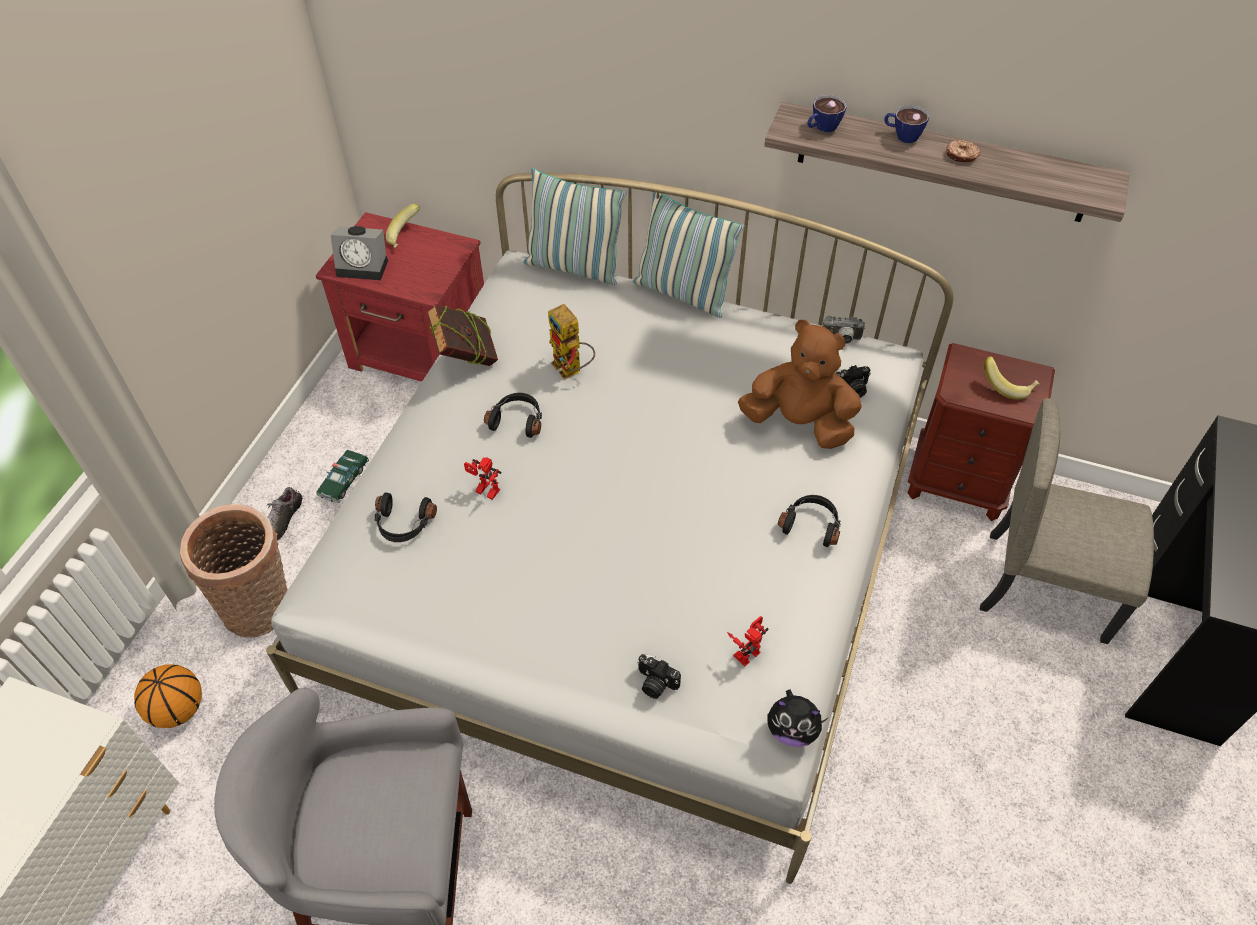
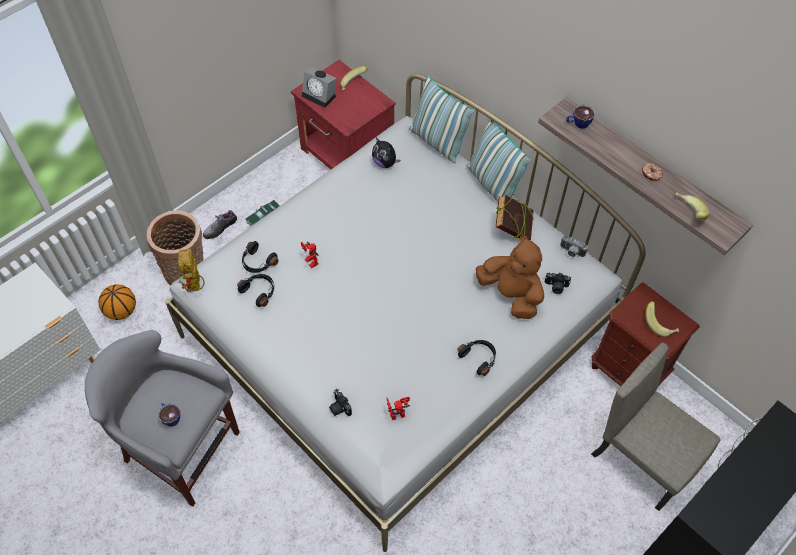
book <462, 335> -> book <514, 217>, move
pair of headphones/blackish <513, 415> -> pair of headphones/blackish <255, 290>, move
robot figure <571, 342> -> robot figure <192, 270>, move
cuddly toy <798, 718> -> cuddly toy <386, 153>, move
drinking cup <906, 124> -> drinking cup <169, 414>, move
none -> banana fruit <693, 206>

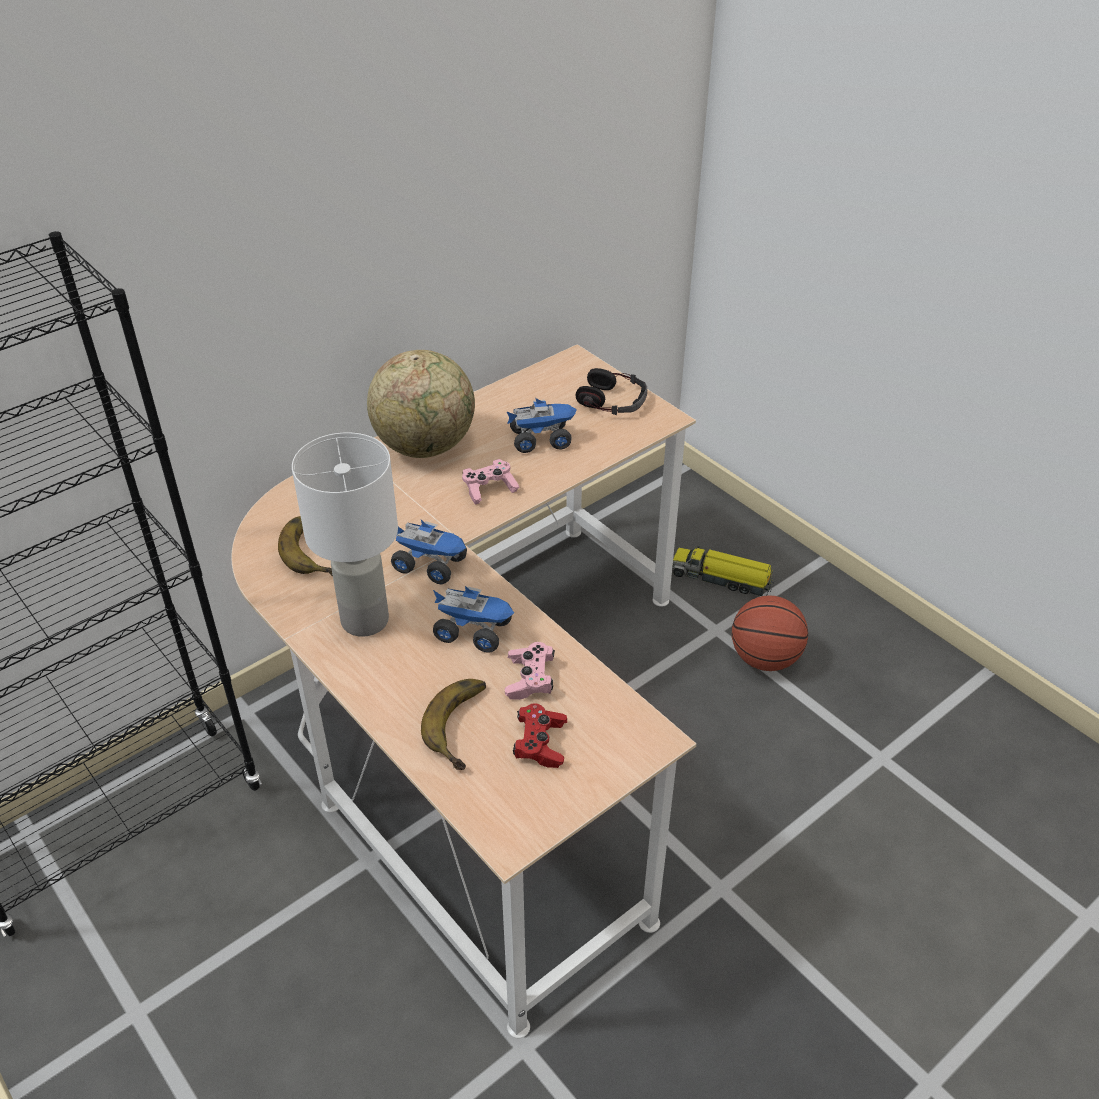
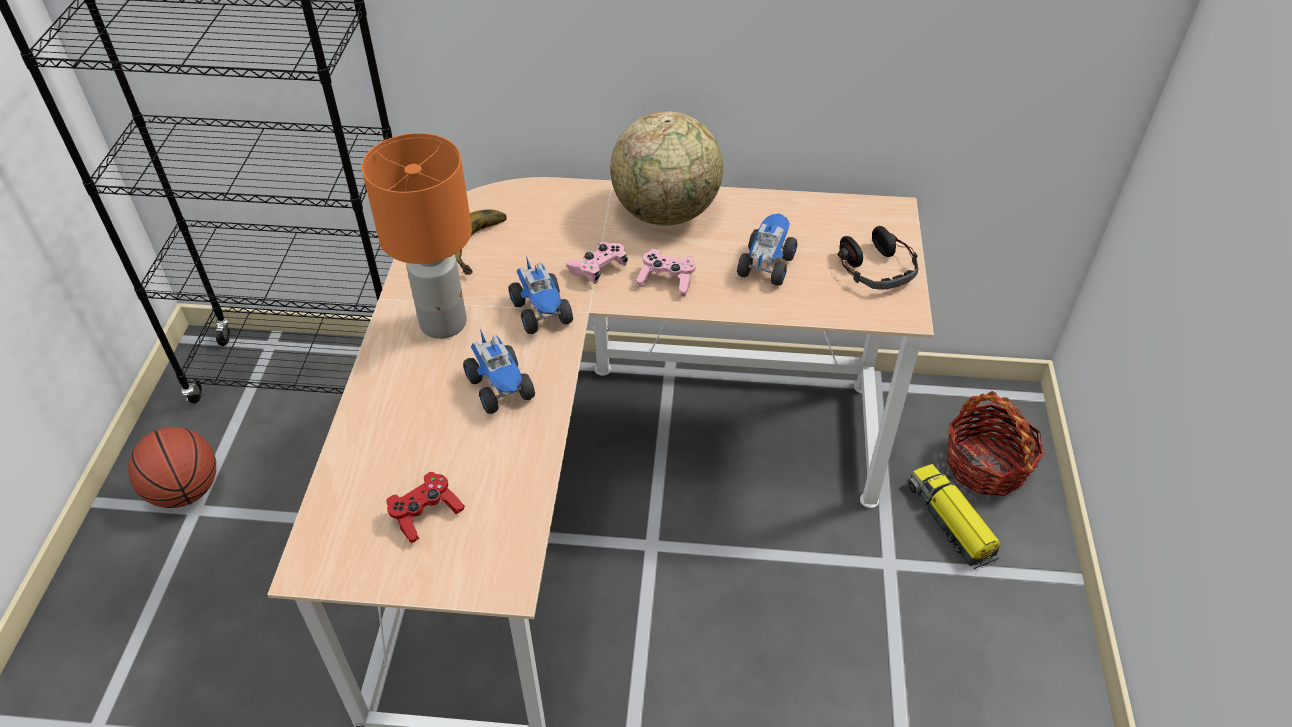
tabletop lamp/white-coloured <345, 535> -> tabletop lamp/orange <417, 236>
banana fruit <453, 724> -> none
joypad/pink <530, 671> -> joypad/pink <597, 262>, move
toy truck <541, 425> -> toy truck <767, 250>, 105 degrees counterclockwise
basketball ball <770, 633> -> basketball ball <172, 467>, move
none -> household basket <995, 443>

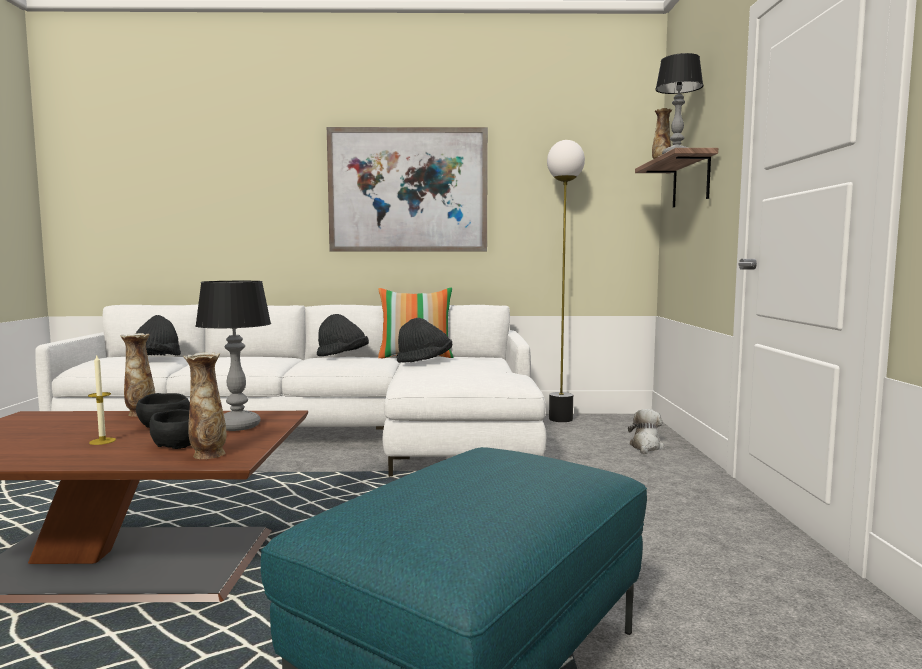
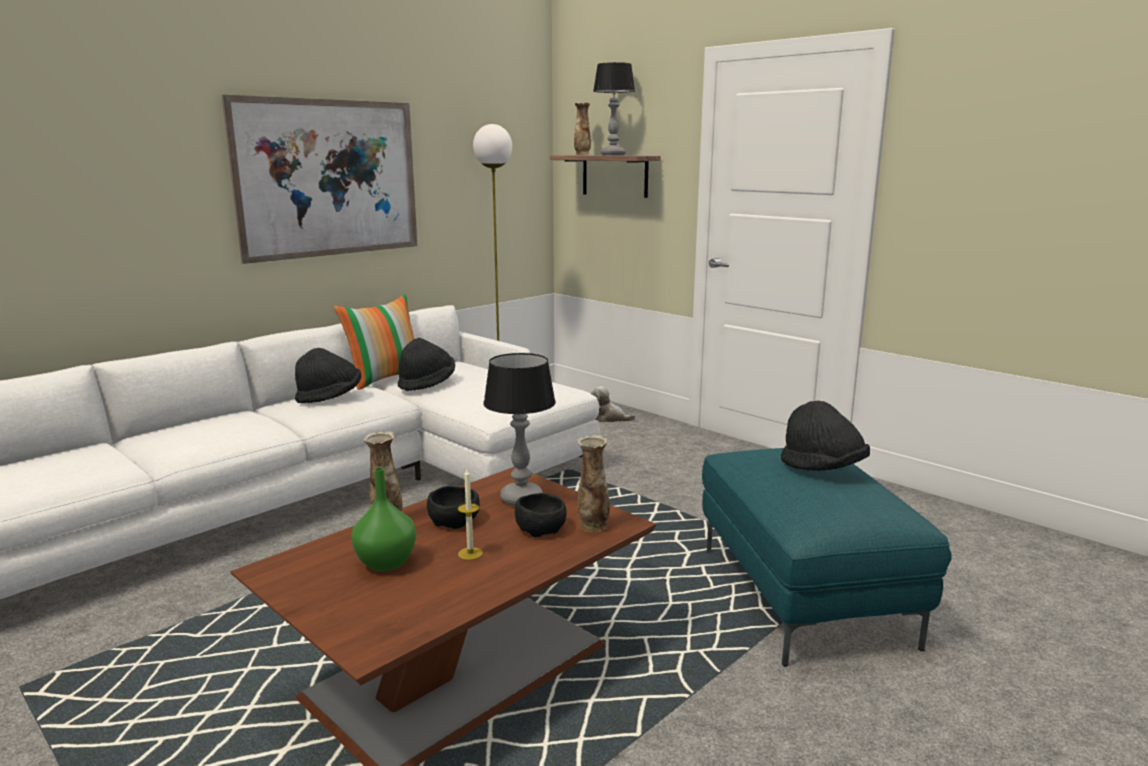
clothing hat/blackish <158, 335> -> clothing hat/blackish <825, 435>, move
cuddly toy <646, 431> -> cuddly toy <613, 404>, 45 degrees counterclockwise
none -> vase/green <384, 519>

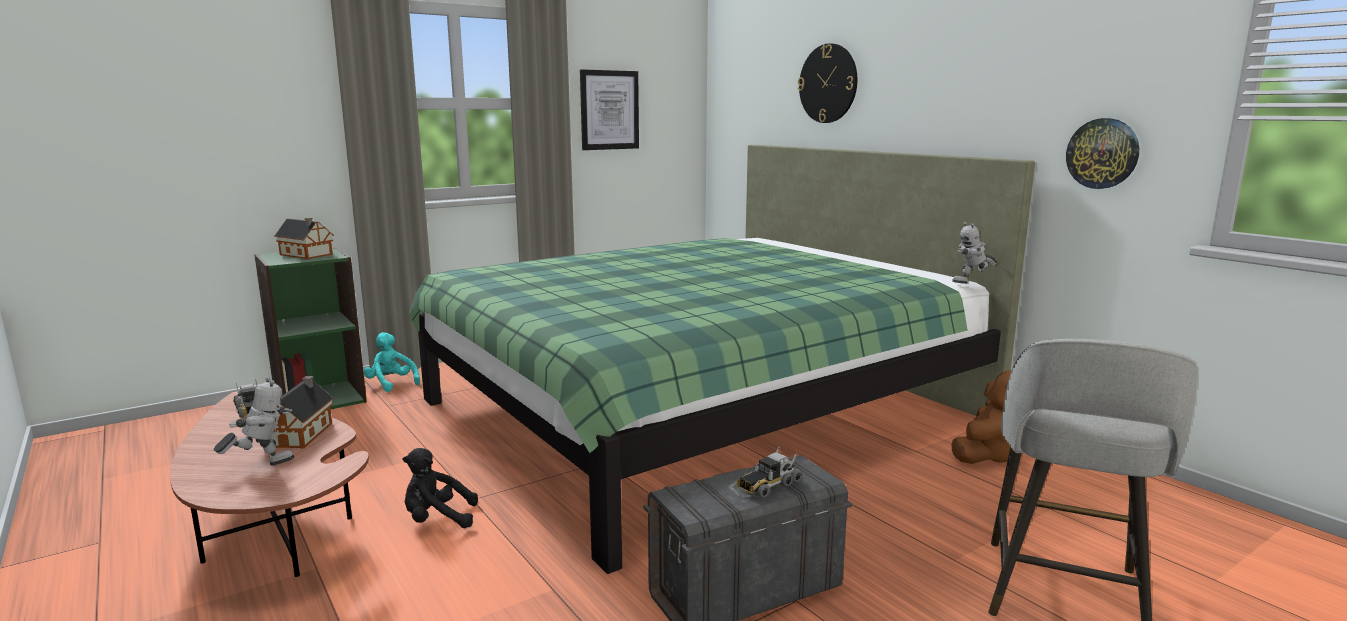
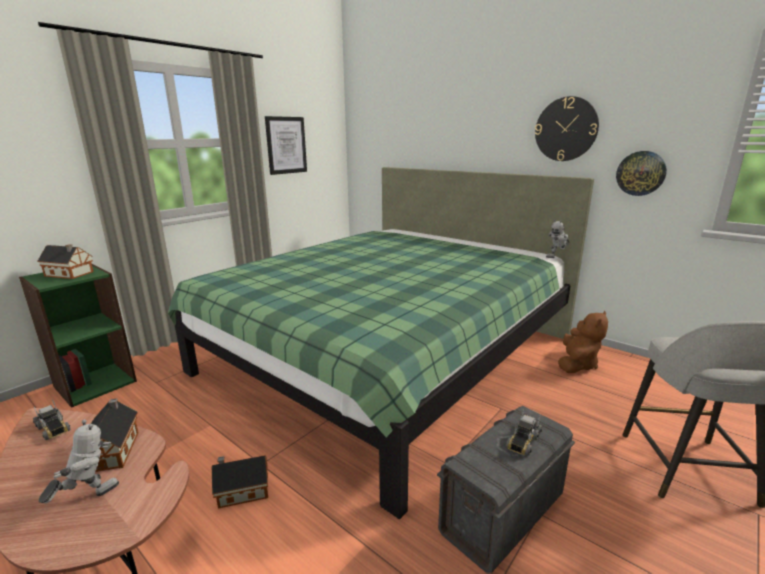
cuddly toy/blue-green <392, 362> -> none
cuddly toy/blackish <440, 488> -> model house <240, 482>
clock on the wall <827, 83> -> clock on the wall <567, 128>, move

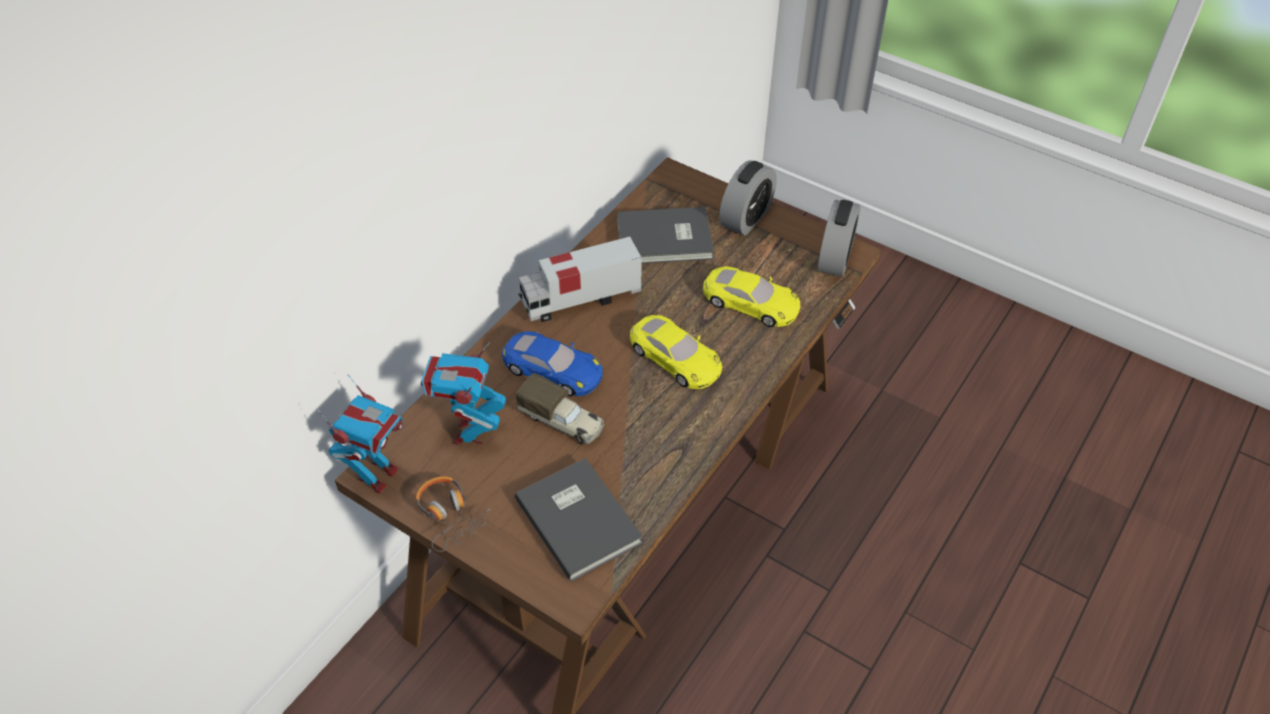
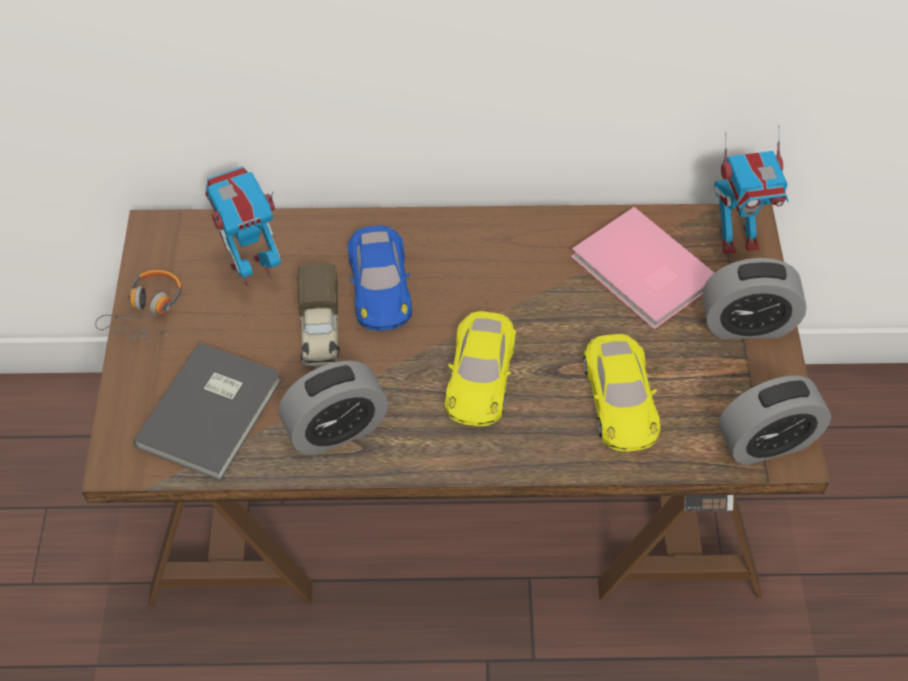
robot figure <360, 434> -> robot figure <751, 189>, move
toy truck <580, 279> -> none
book/greyish <665, 235> -> book/pink <642, 268>
none -> table clock <333, 408>

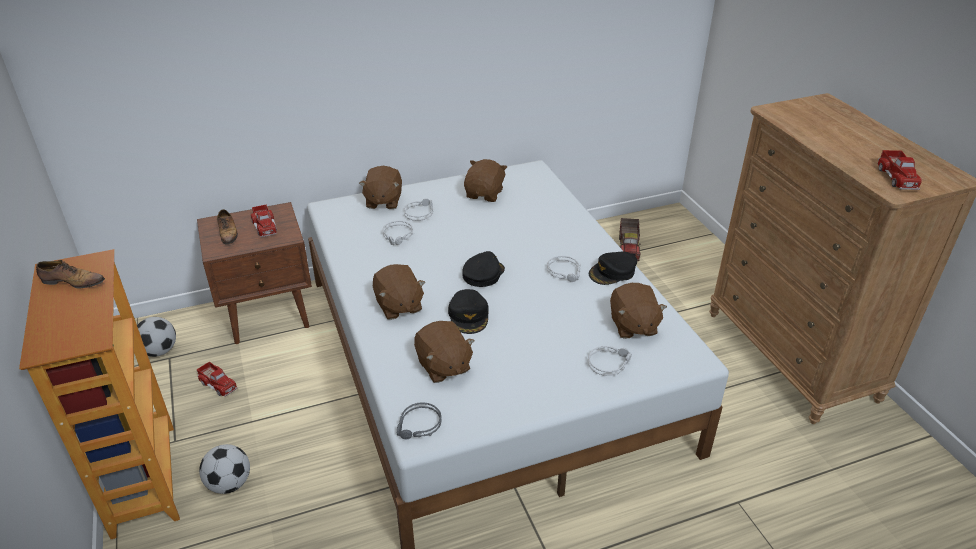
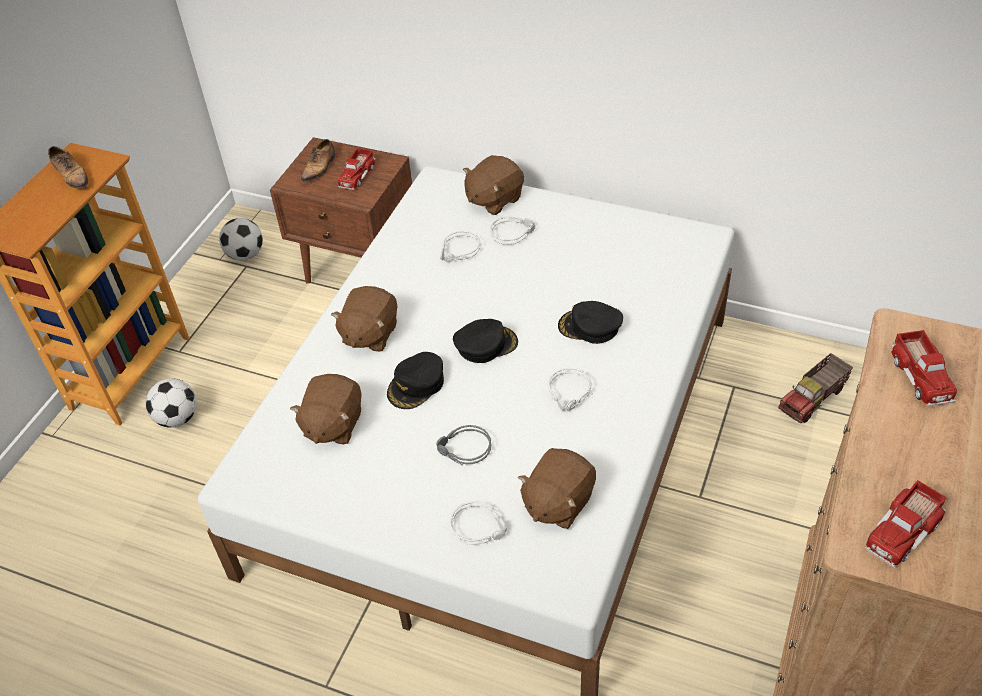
toy truck <217, 379> -> toy truck <924, 368>, move
pair of headphones/greyish <419, 421> -> pair of headphones/greyish <463, 445>, move
cuddly toy/brownish <485, 180> -> none
baseball cap/blackish <613, 268> -> baseball cap/blackish <590, 322>, move

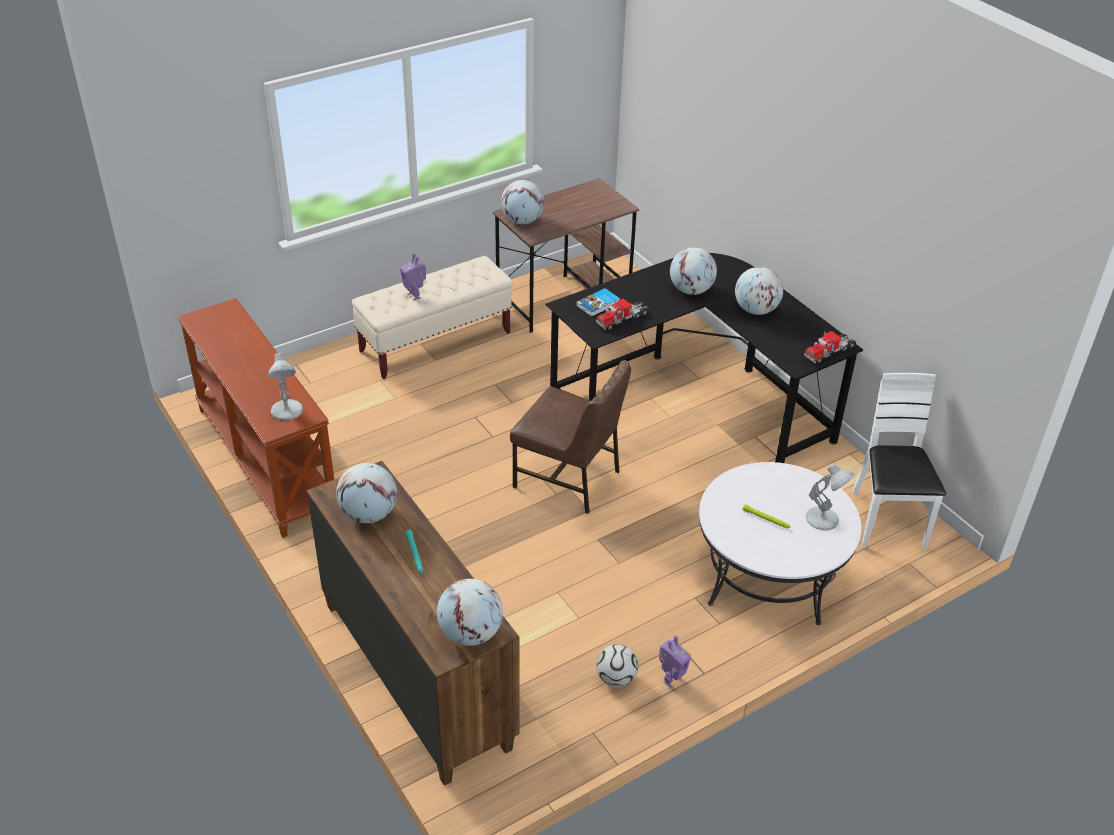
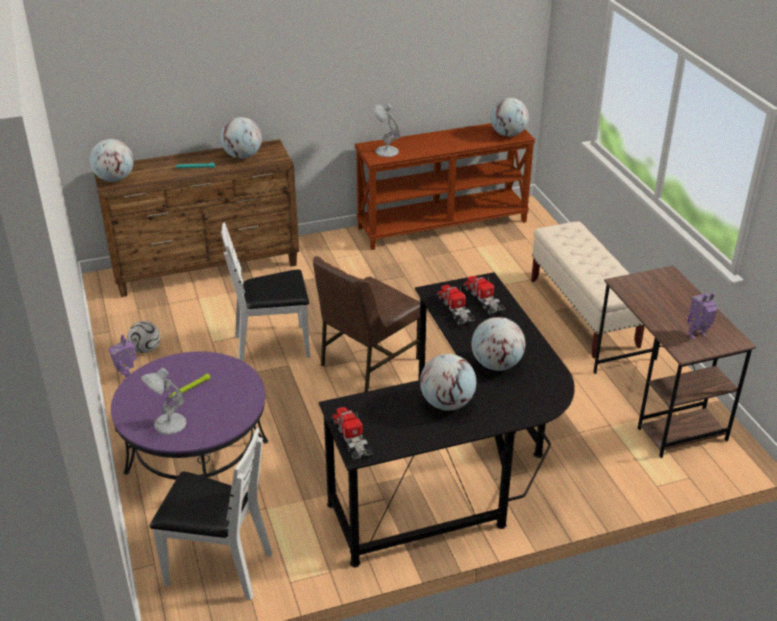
robot figure <413, 277> -> robot figure <702, 315>, move
world globe <522, 202> -> world globe <510, 117>, move
book <598, 302> -> toy truck <485, 296>
low table/white-coloured <780, 543> -> low table/purple <189, 416>
none -> plain chair/white-coloured <265, 292>

